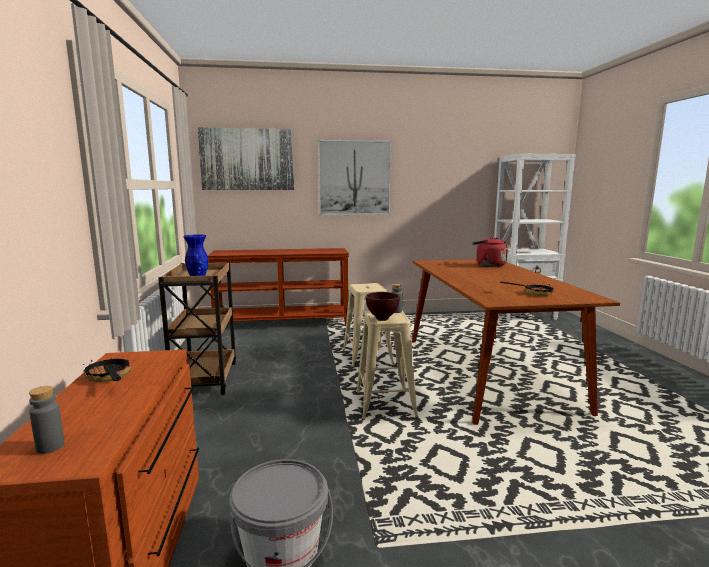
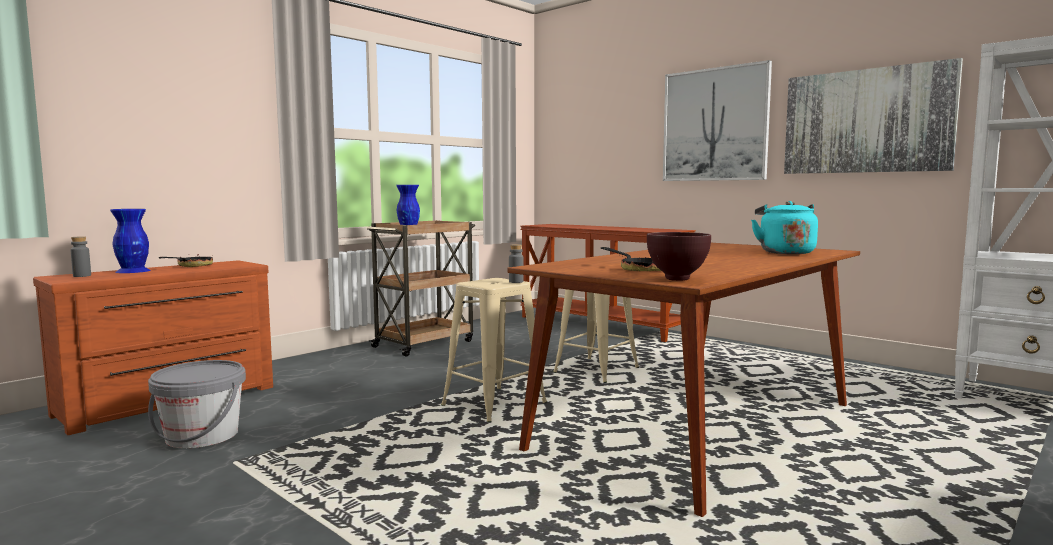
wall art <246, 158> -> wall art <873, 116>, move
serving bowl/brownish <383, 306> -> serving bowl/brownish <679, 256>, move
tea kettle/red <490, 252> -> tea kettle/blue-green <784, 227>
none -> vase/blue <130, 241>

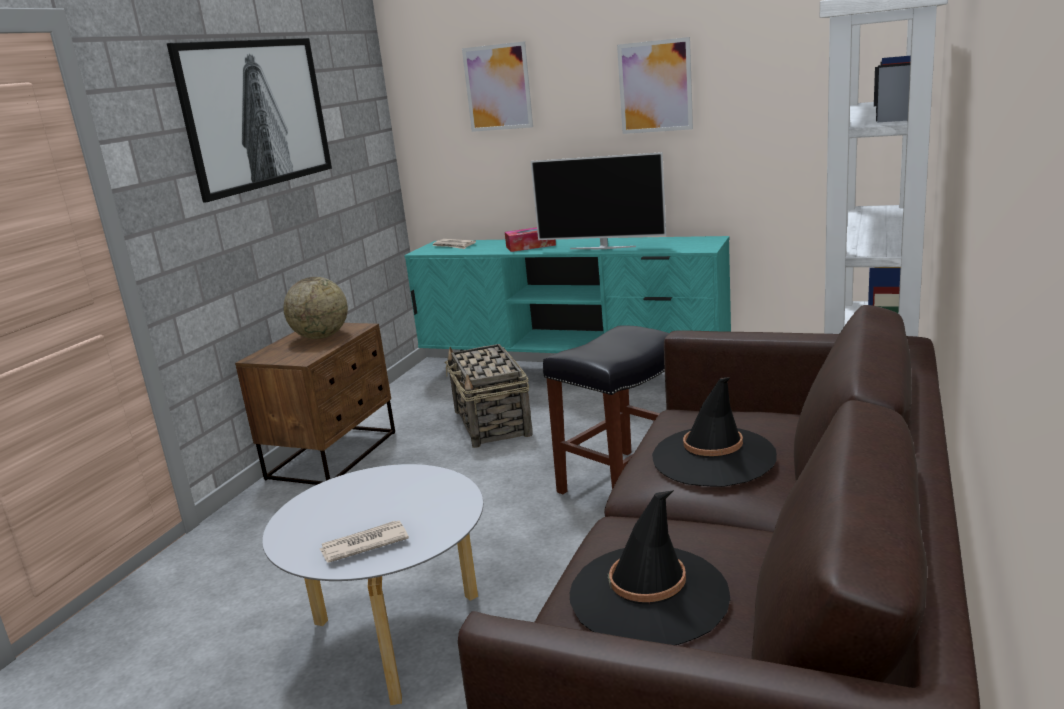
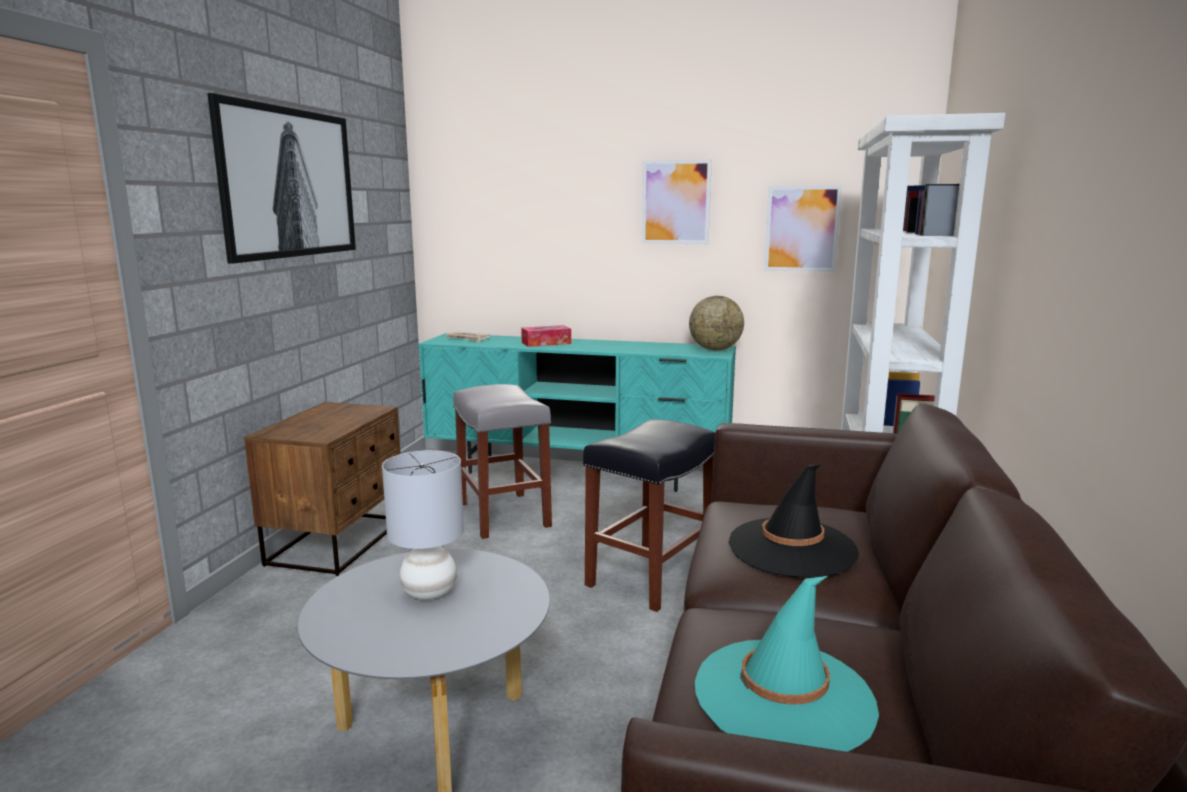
world globe <315, 308> -> world globe <716, 323>, move
daily paper <364, 542> -> none
household basket <489, 396> -> stool seat/greyish <502, 461>
wall art <497, 86> -> wall art <803, 228>, move
TV set <598, 200> -> none
clothing hat/blackish <650, 567> -> clothing hat/blue-green <787, 664>
none -> tabletop lamp/greyish <423, 525>

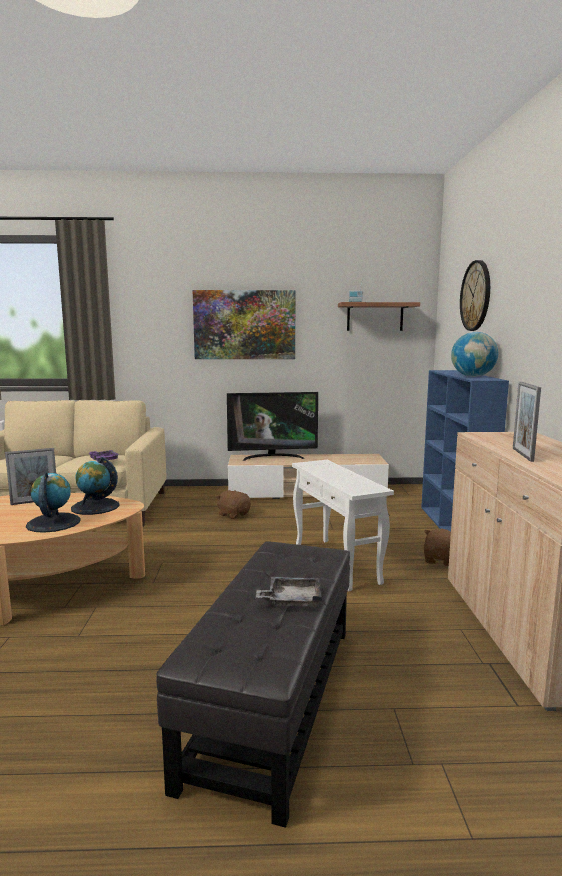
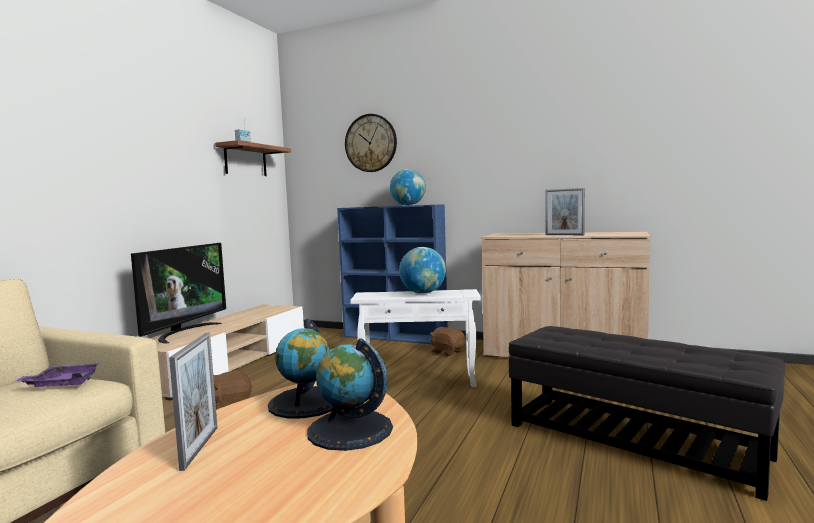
wall art <244, 324> -> none
serving tray/greyish <289, 592> -> none
none -> world globe <422, 270>

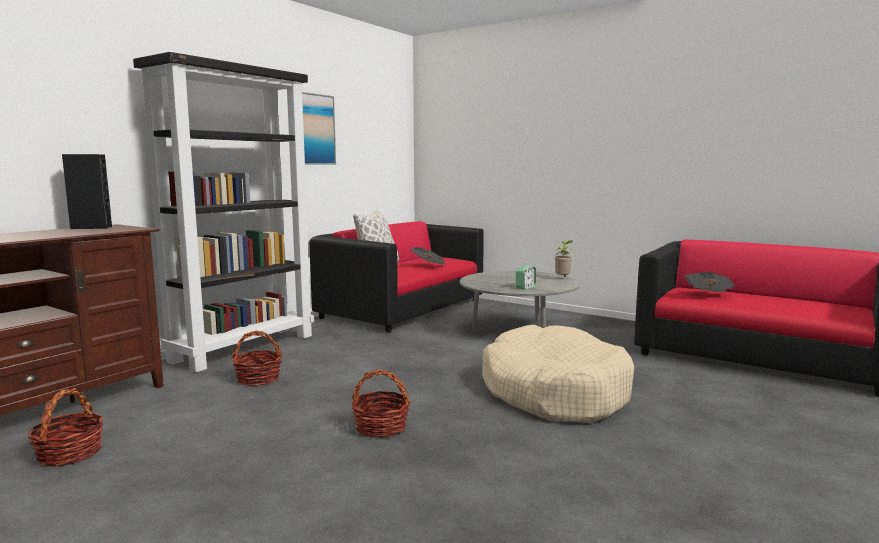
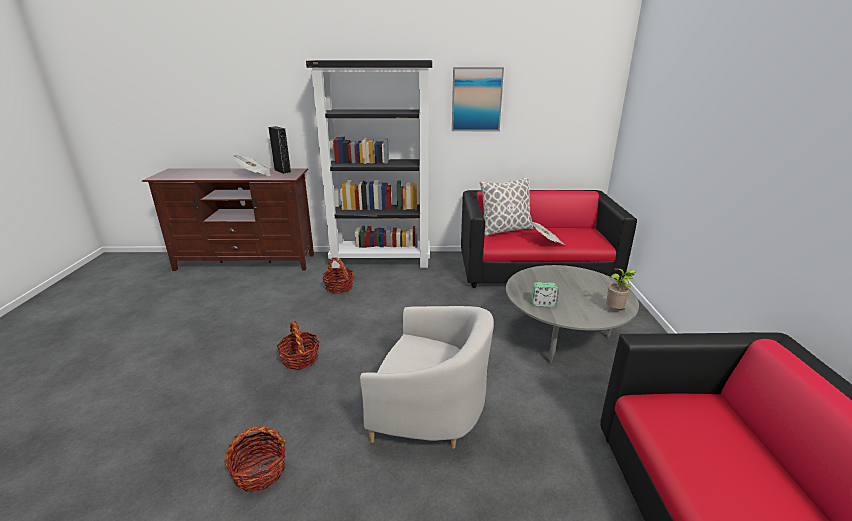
household basket <66, 427> -> household basket <255, 459>, move
dog bed/sand-coloured <558, 374> -> lounge chair/white-coloured <427, 377>
daily paper <709, 282> -> daily paper <251, 165>, move

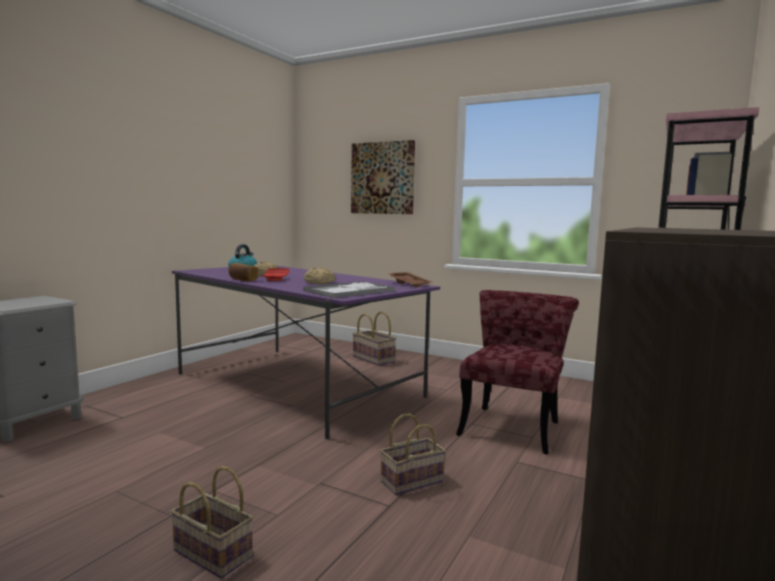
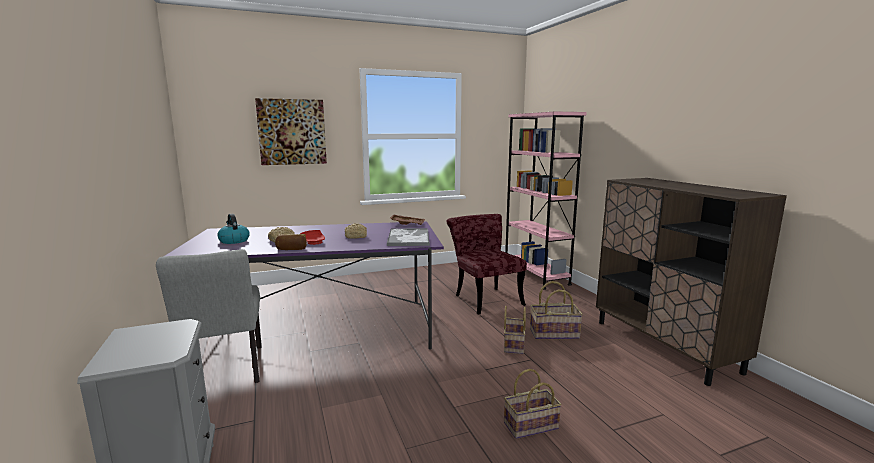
household basket <374, 338> -> household basket <556, 310>, move
none -> plain chair/greyish <209, 316>

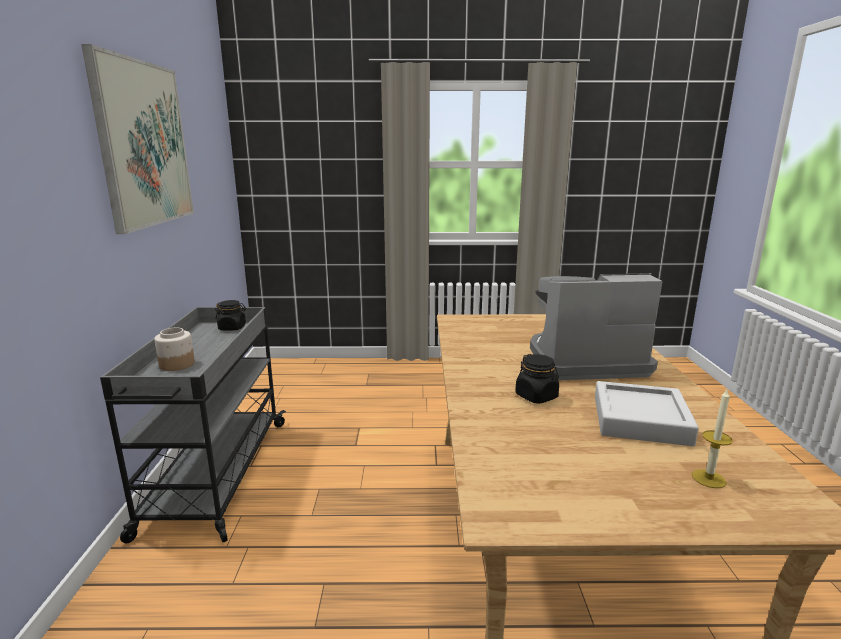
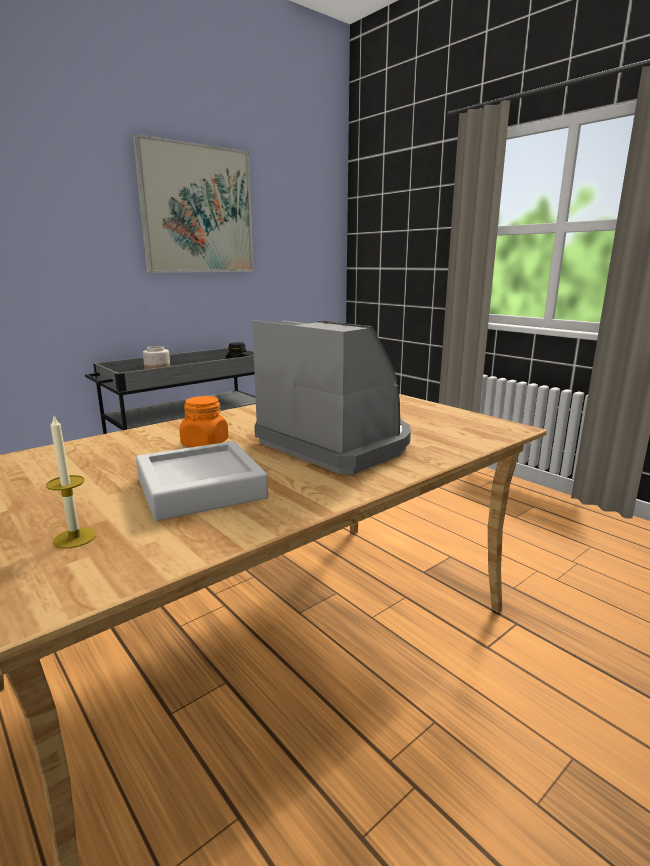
jar/blackish <537, 379> -> jar/orange <204, 421>

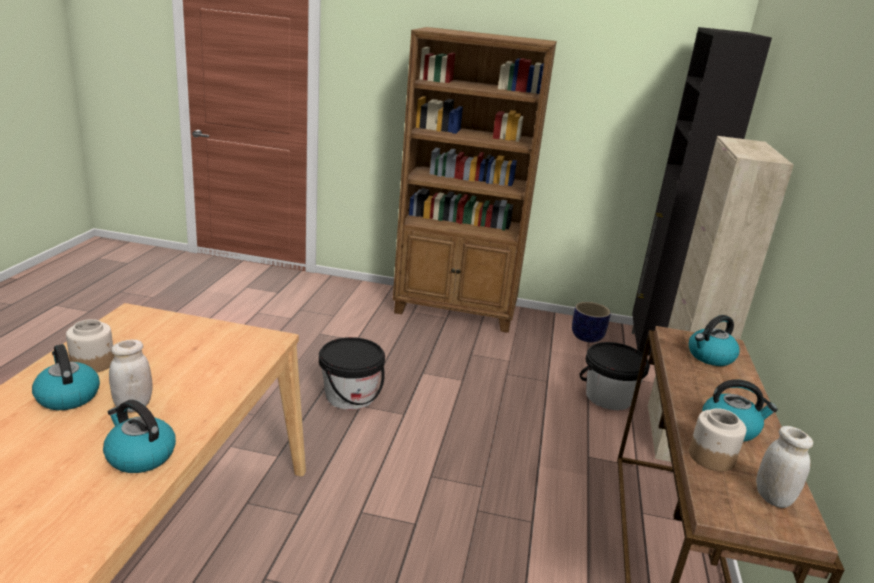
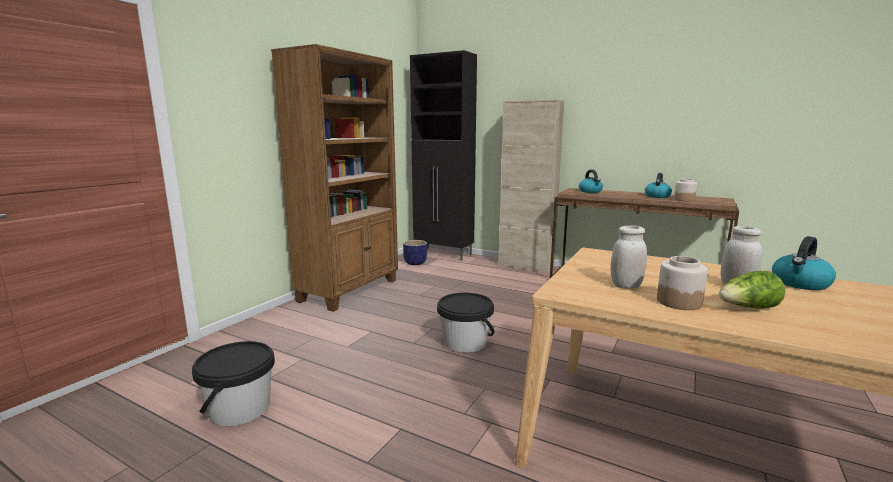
tea kettle <66, 377> -> head of lettuce <752, 289>
water bucket/blackish <615, 376> -> water bucket/blackish <233, 383>, move
jar/white-coloured <784, 467> -> jar/white-coloured <628, 257>, move

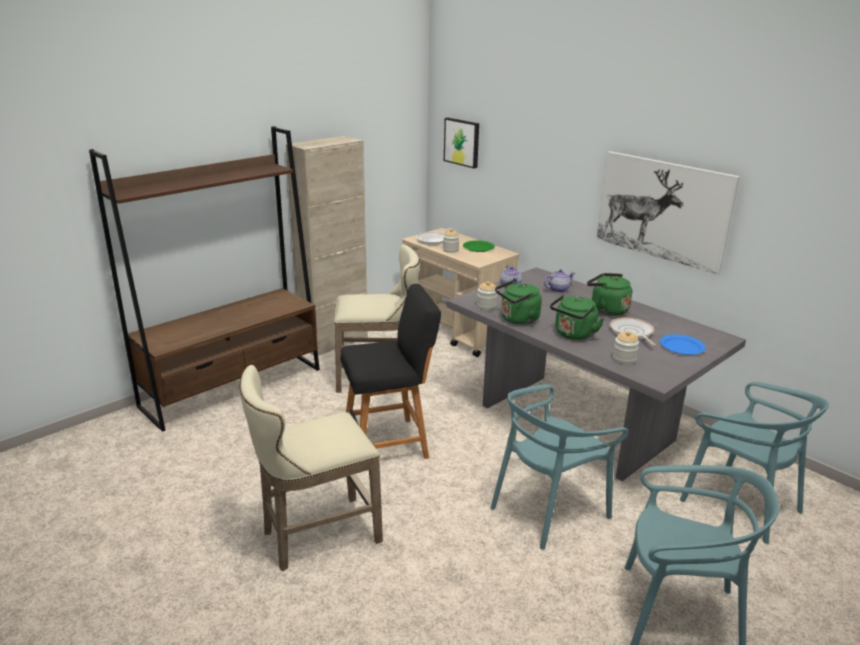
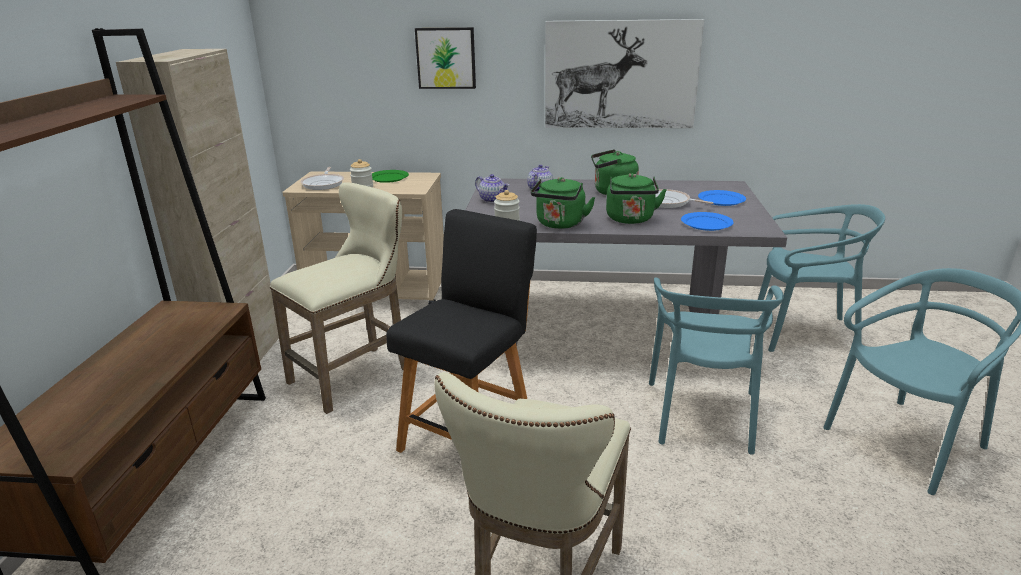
wall art <461, 143> -> wall art <445, 58>, move
jar <626, 347> -> plate/blue <707, 221>

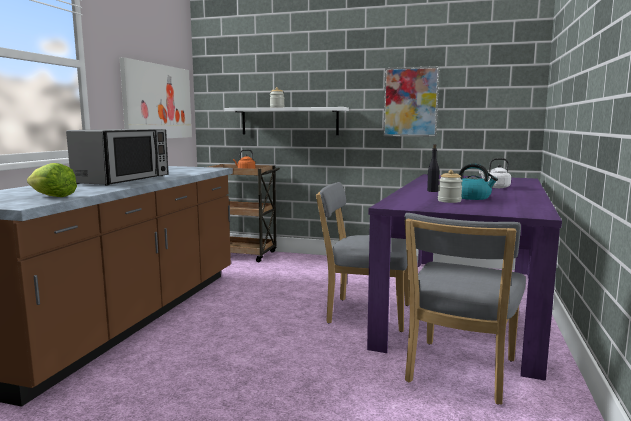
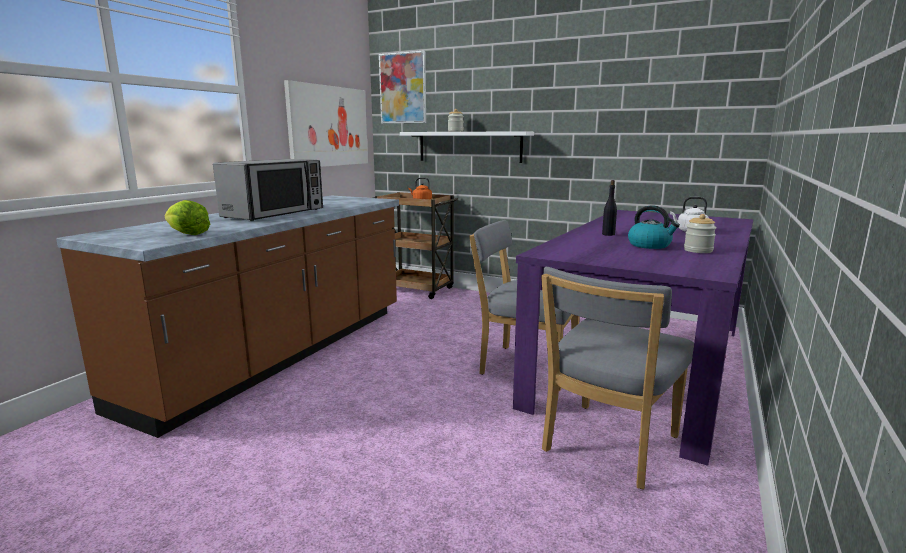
wall art <411, 101> -> wall art <402, 87>, move
jar <450, 186> -> jar <700, 233>, move

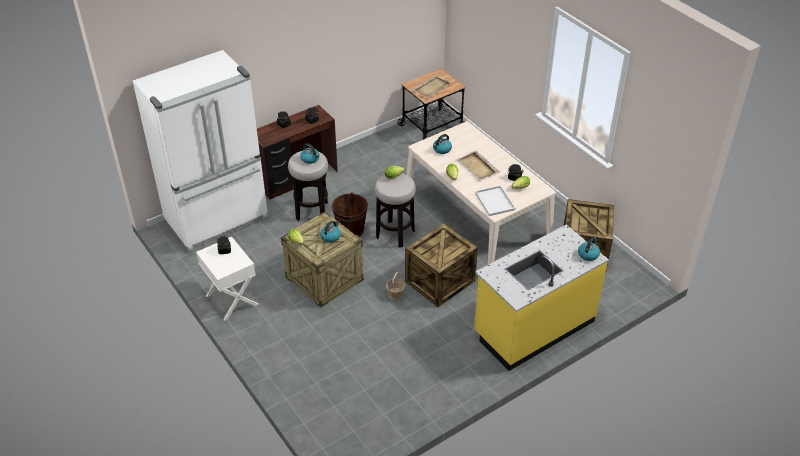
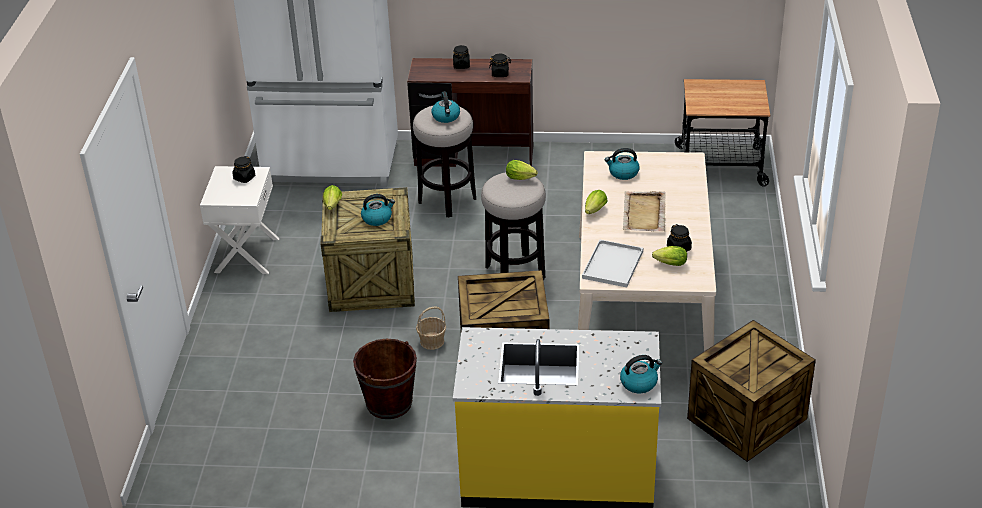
water bucket/brownish <350, 214> -> water bucket/brownish <385, 379>, move
serving tray/sand-coloured <431, 86> -> none

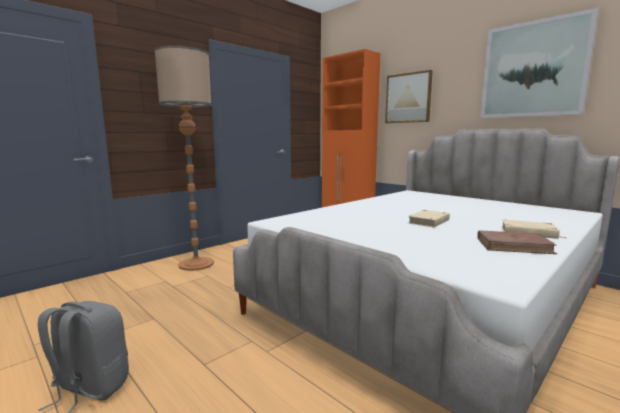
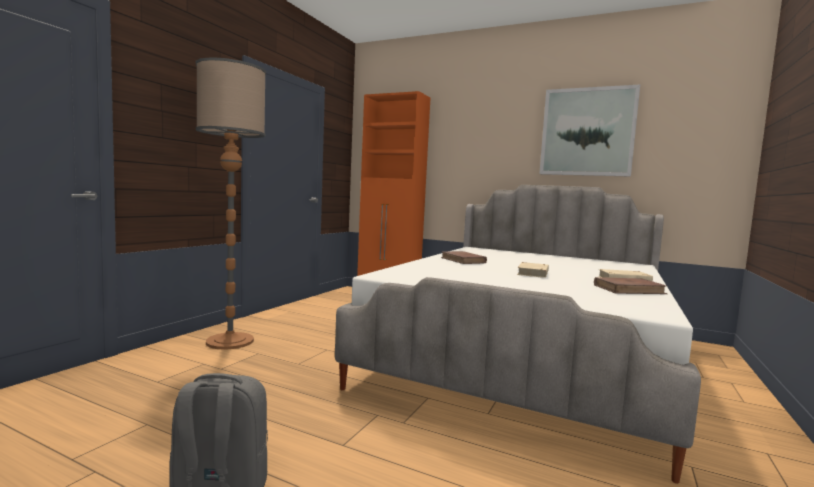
wall art <409, 96> -> none
none -> book/brownish <464, 257>

